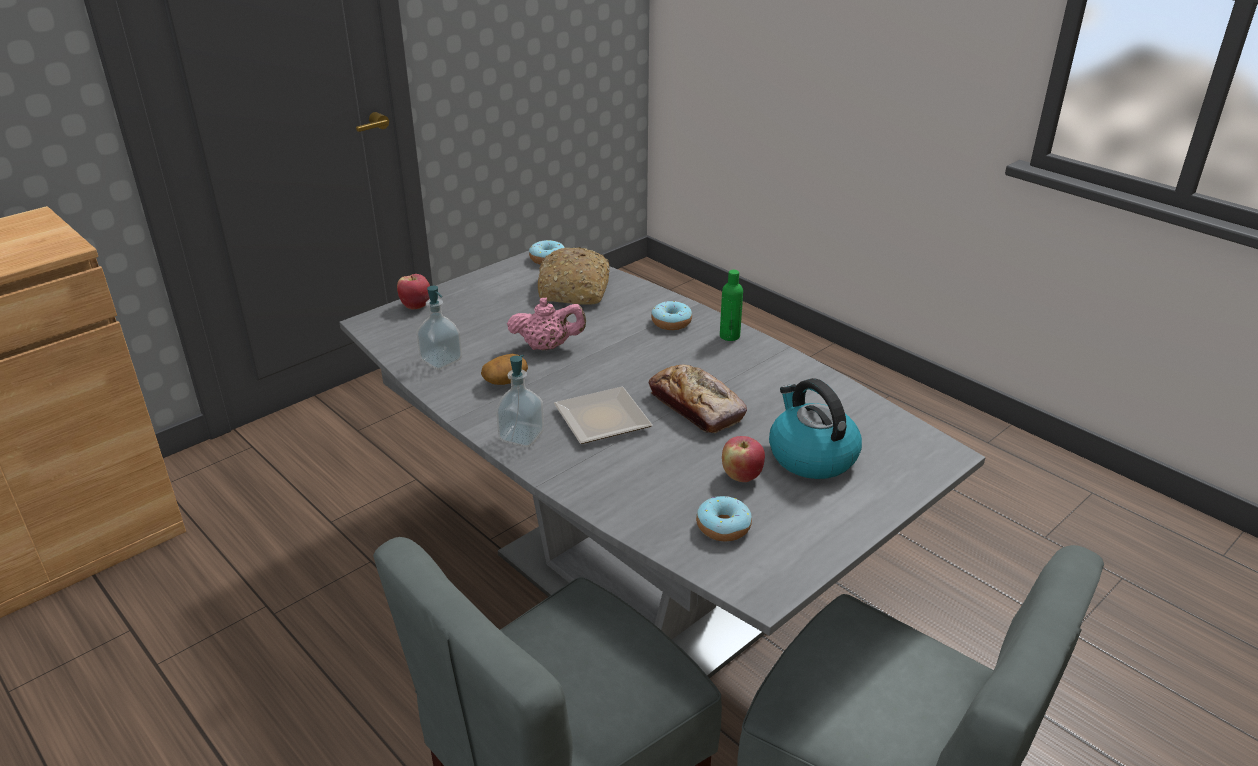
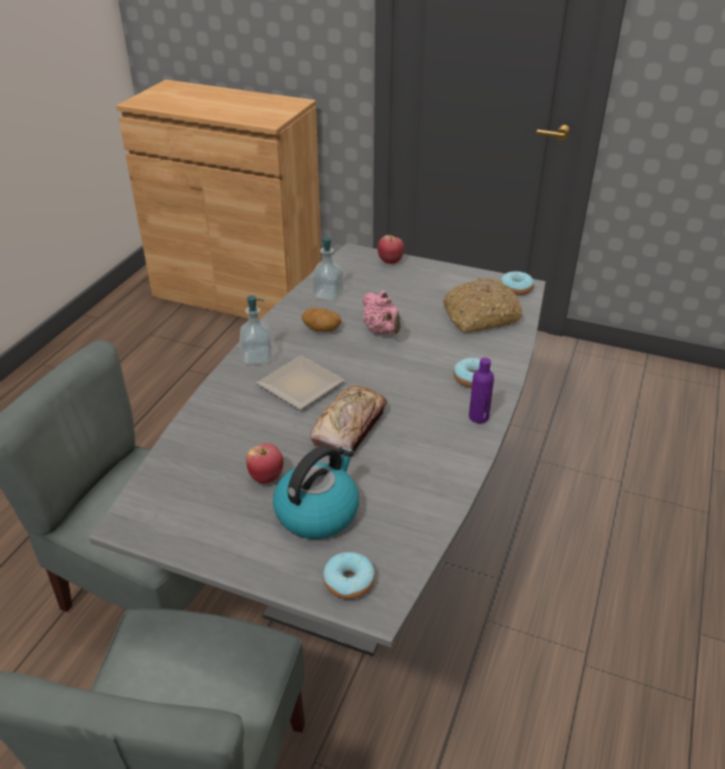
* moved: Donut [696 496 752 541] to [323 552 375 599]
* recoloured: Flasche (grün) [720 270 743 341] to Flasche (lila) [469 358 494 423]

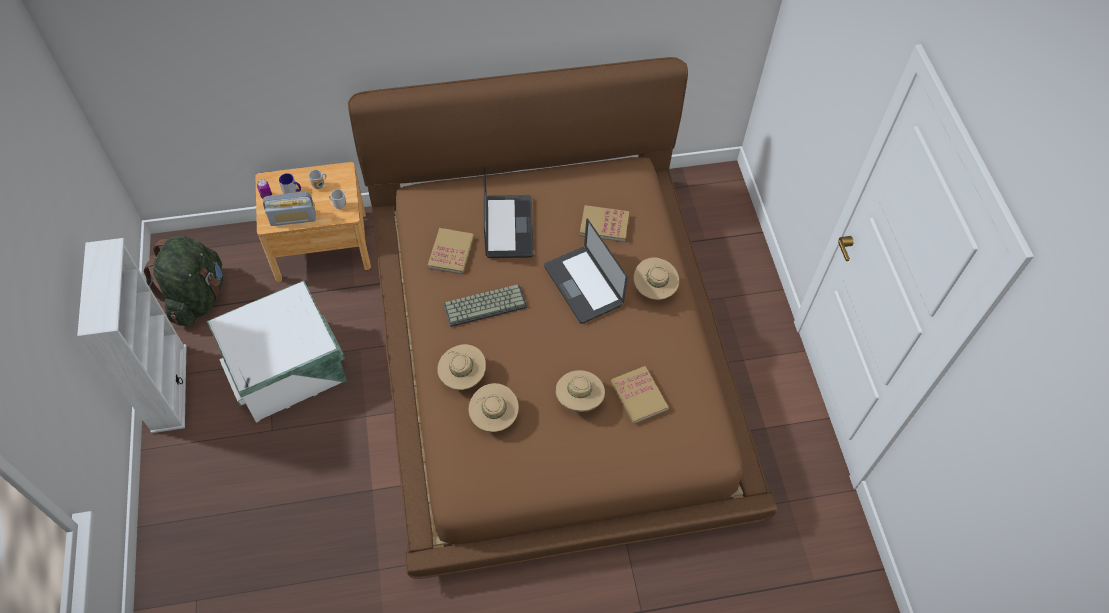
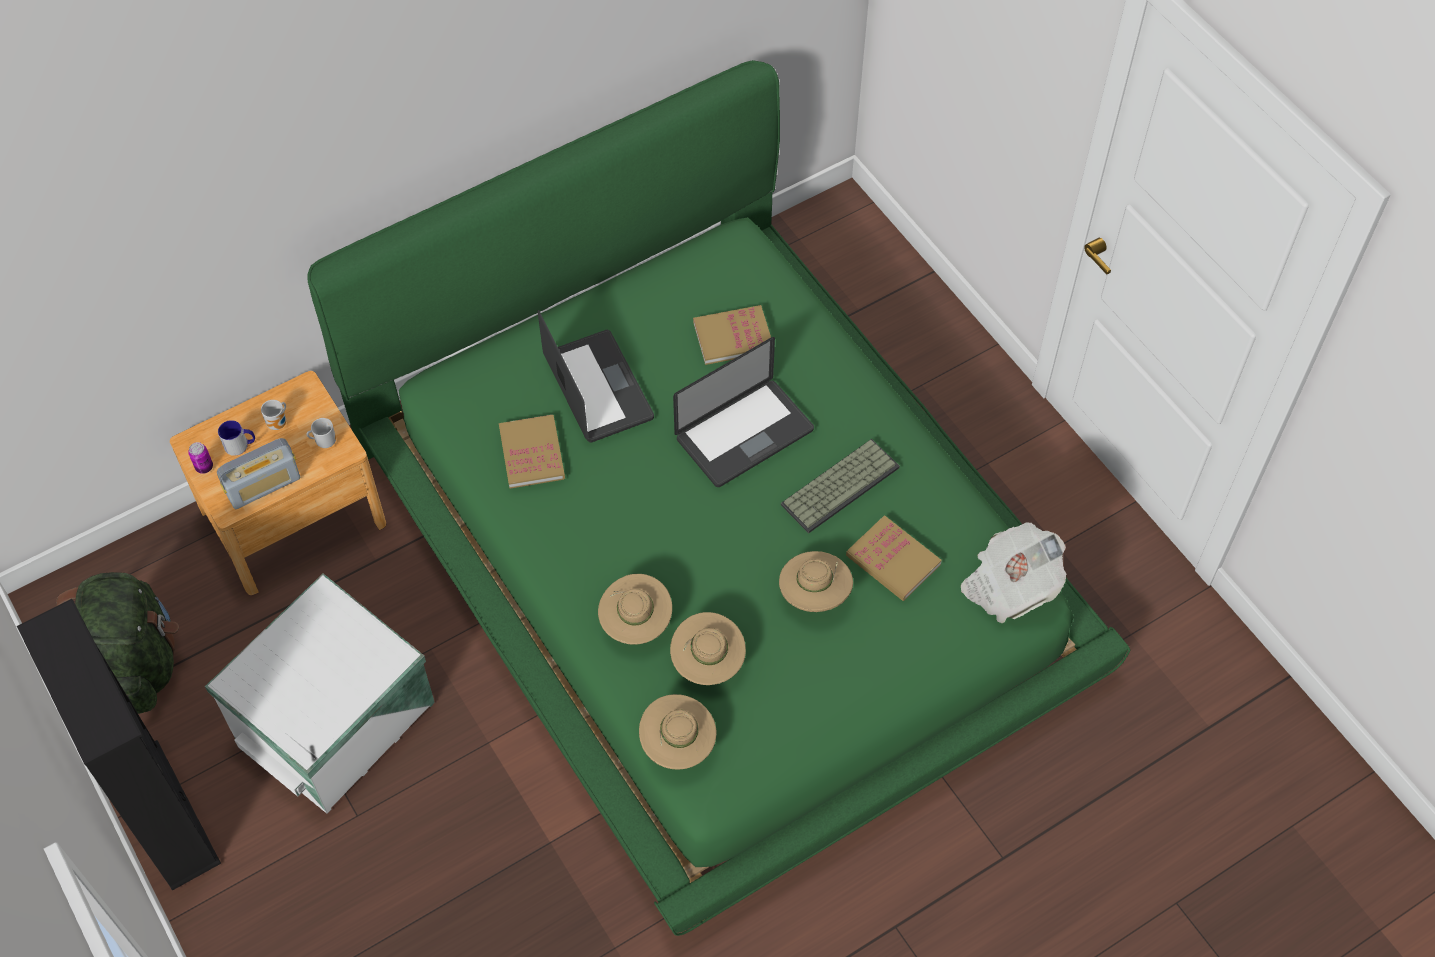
* recoloured: Bücherregal (weiß) [77 238 187 433] to Bücherregal (schwarz) [17 599 221 891]
* recoloured: Bett (braun) [348 57 777 579] to Bett (grün) [307 60 1130 936]
* moved: Hut (beige) [633 257 679 300] to [639 694 716 770]
* turned: Laptop [544 219 628 324] = [673 337 814 487] 75 degrees counterclockwise
* moved: Tastatur [444 284 527 327] to [781 439 900 533]
* added: Zeitung [961 522 1067 624]

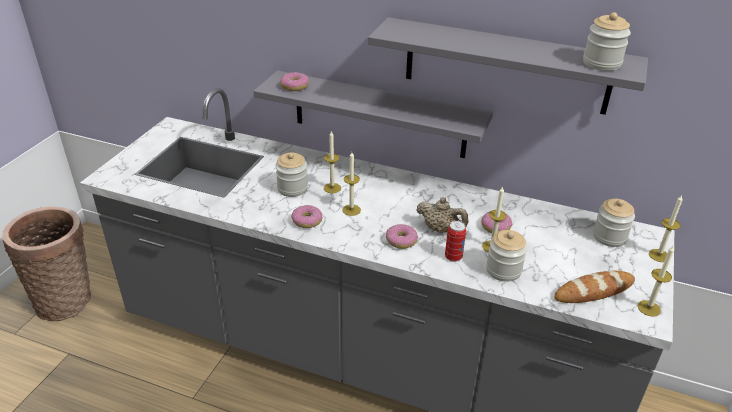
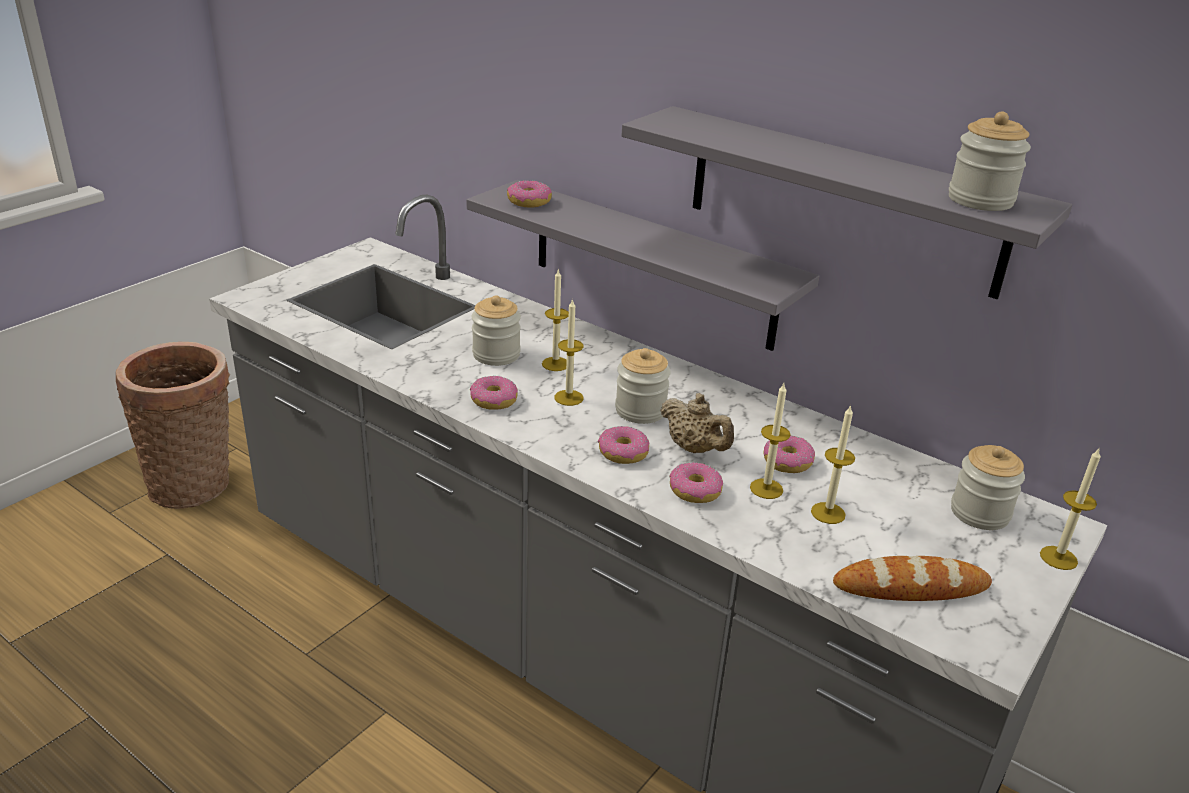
* moved: Vorratsglas [486 230 527 282] to [615 348 671 424]
* replaced: Dose [445 221 466 262] to Donut [669 462 723 503]
* moved: Kerze [638 246 674 316] to [811 405 855 524]

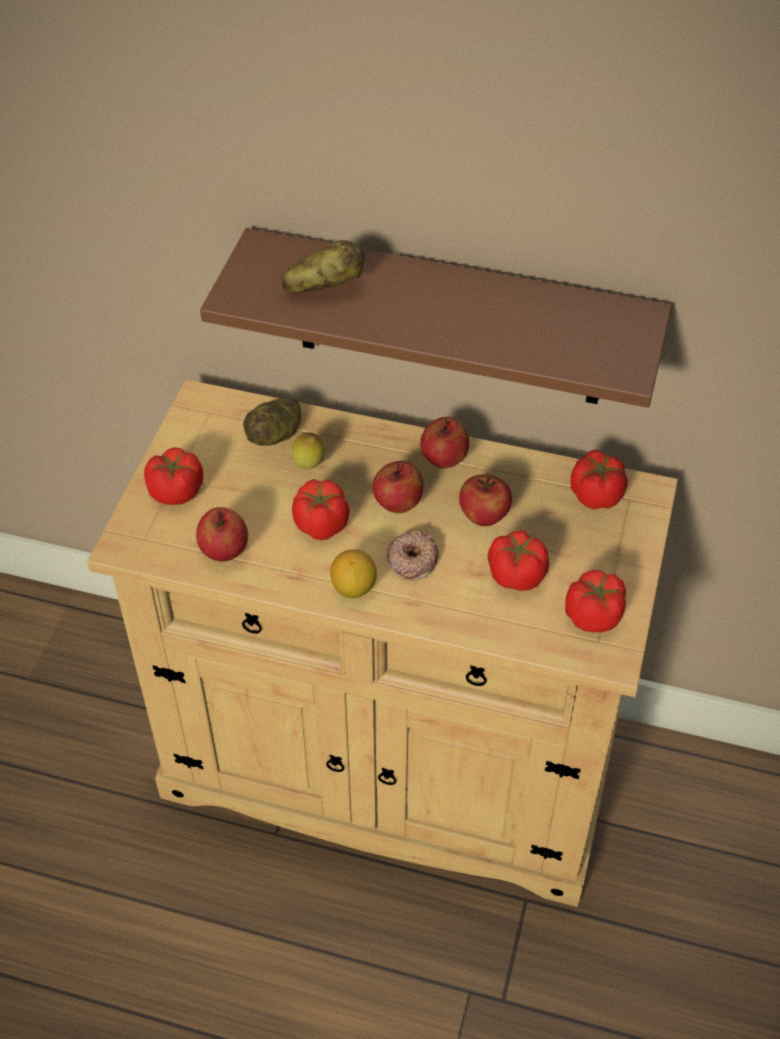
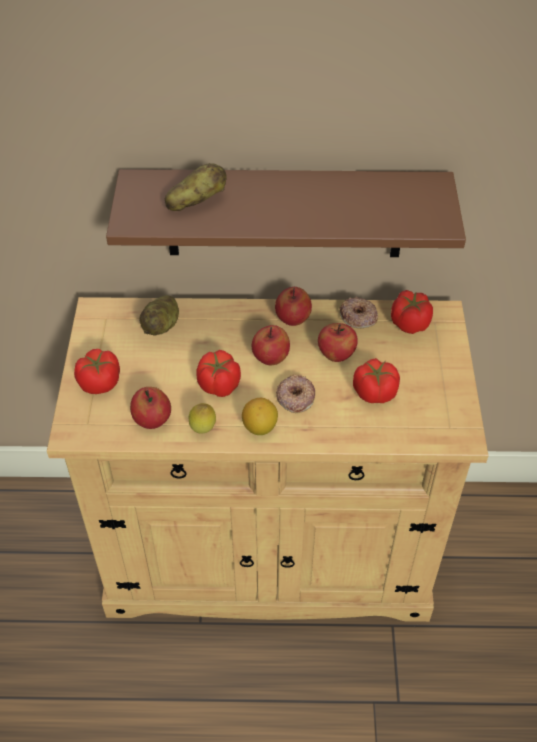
* moved: Zitrone [292 432 325 469] to [189 403 216 433]
* added: Donut [340 297 378 328]
* removed: Tomate [565 570 626 632]

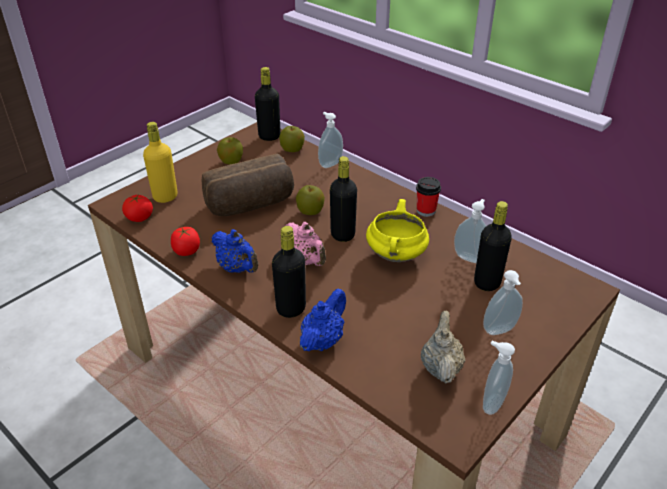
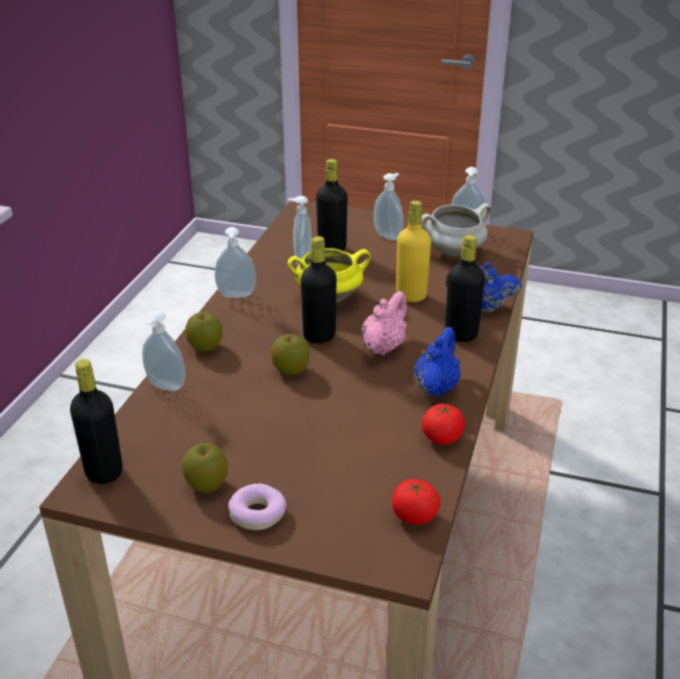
* moved: Apfel [279 126 305 152] to [185 312 223 352]
* replaced: Tasse [416 177 441 217] to Seifenspender [215 227 256 298]
* added: Donut [228 484 286 530]
* moved: Flasche (gelb) [143 122 178 203] to [396 201 431 302]
* replaced: Teekanne (beige) [421 311 465 383] to Kochtopf (weiß) [421 203 492 256]
* removed: Brot [202 154 294 216]

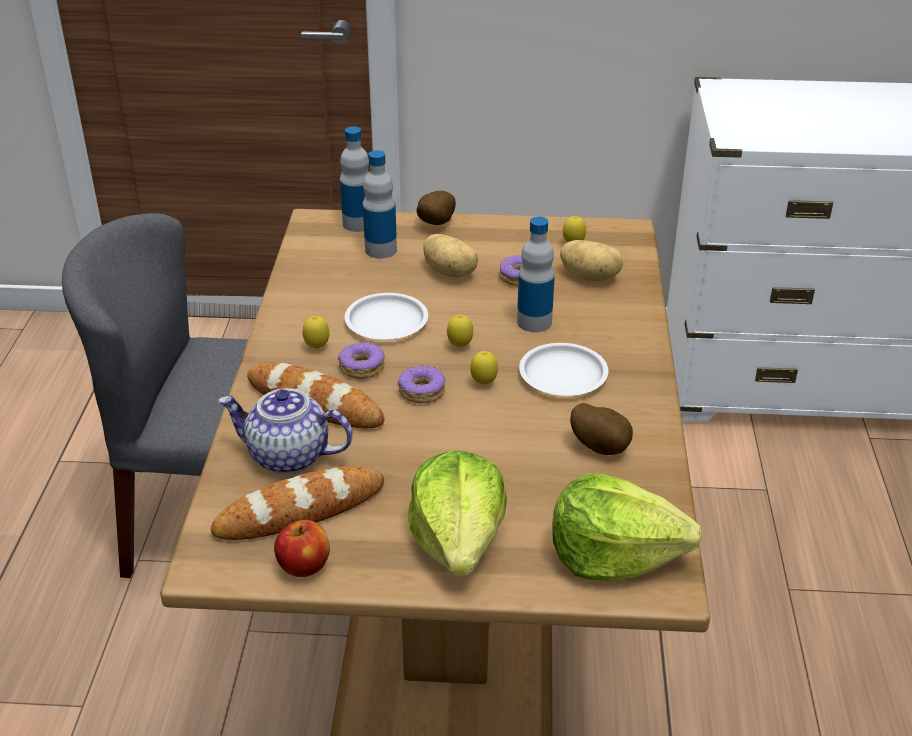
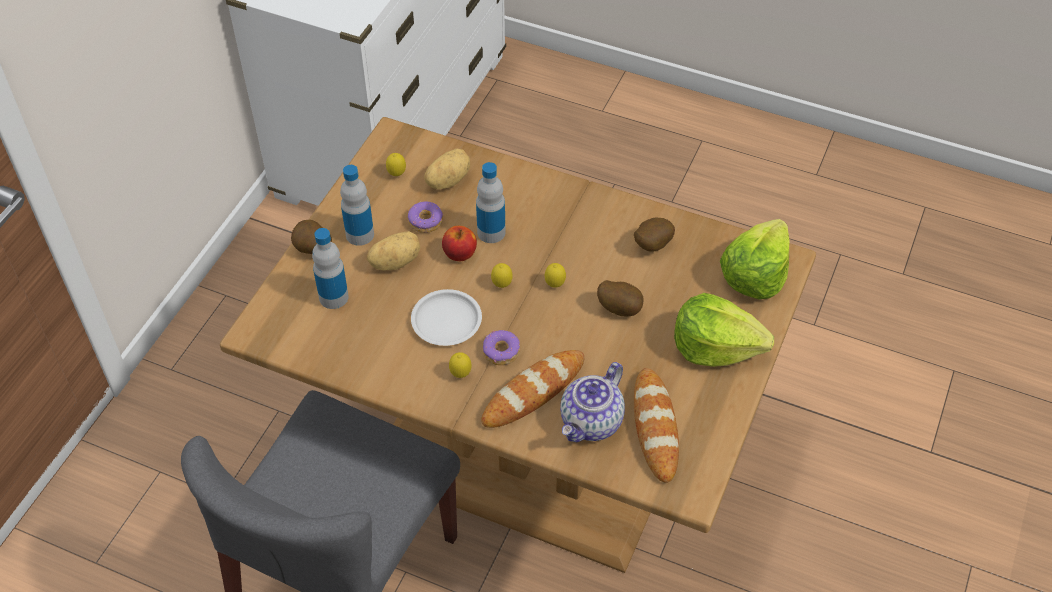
* moved: Flasche [340 126 369 232] to [340 165 374 246]
* moved: Apfel [274 520 330 577] to [442 226 477 261]
* added: Kartoffel [597 280 643 316]
* removed: Donut [397 364 446 403]
* removed: Teller (weiß) [519 343 608 396]

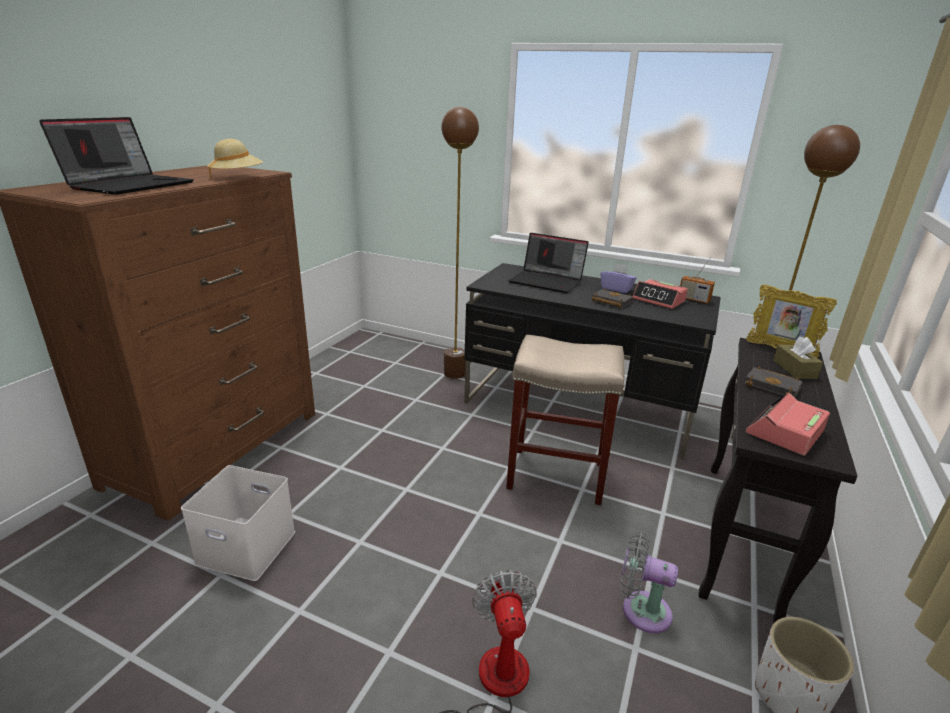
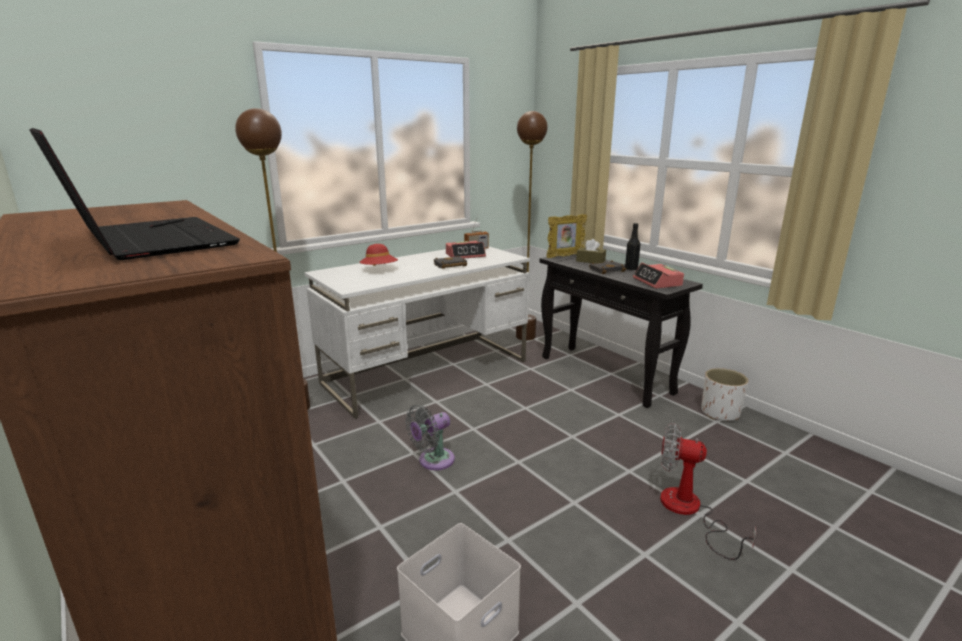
* recoloured: Schreibtisch (schwarz) [464 263 721 459] to Schreibtisch (weiß) [305 246 530 419]
* replaced: Laptop [508 233 589 293] to Hut (rot) [360 244 398 266]
* moved: Ventilator (grau) [620 531 678 633] to [406 405 455 470]
* added: Flasche (schwarz) [625 223 640 271]
* removed: Hut (beige) [207 139 263 178]
* removed: Hocker (beige) [506 335 625 505]
* removed: Taschentuchbox (lila) [600 263 637 293]

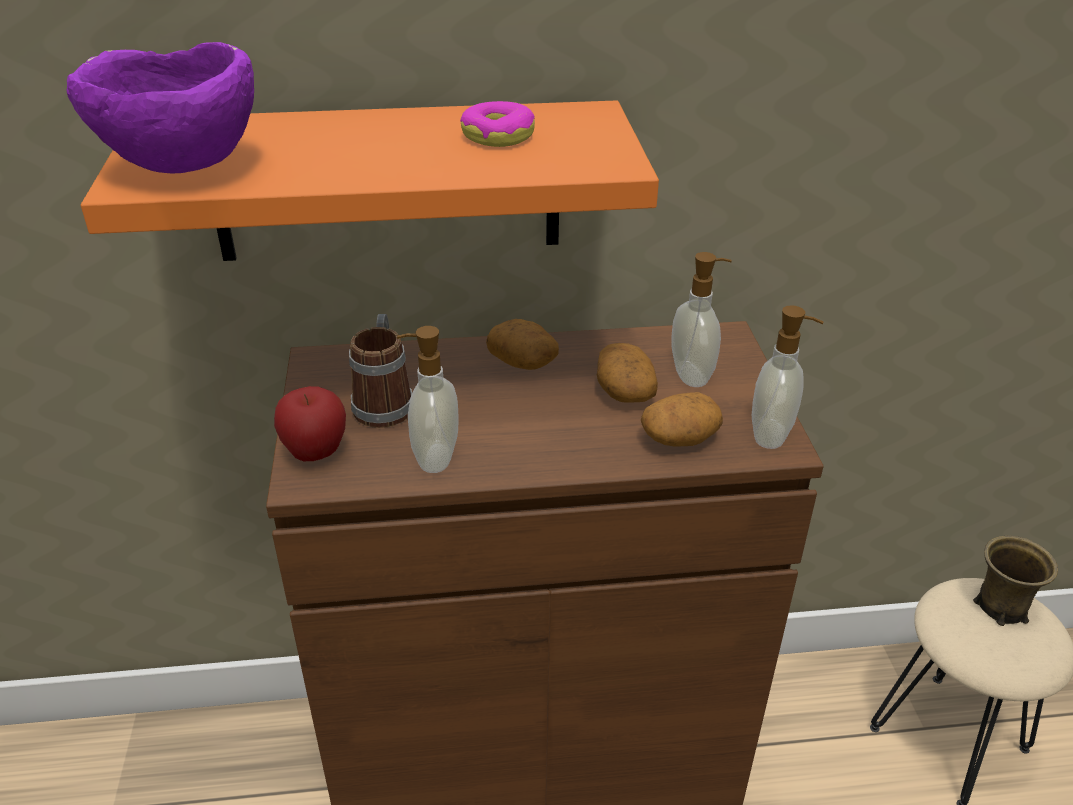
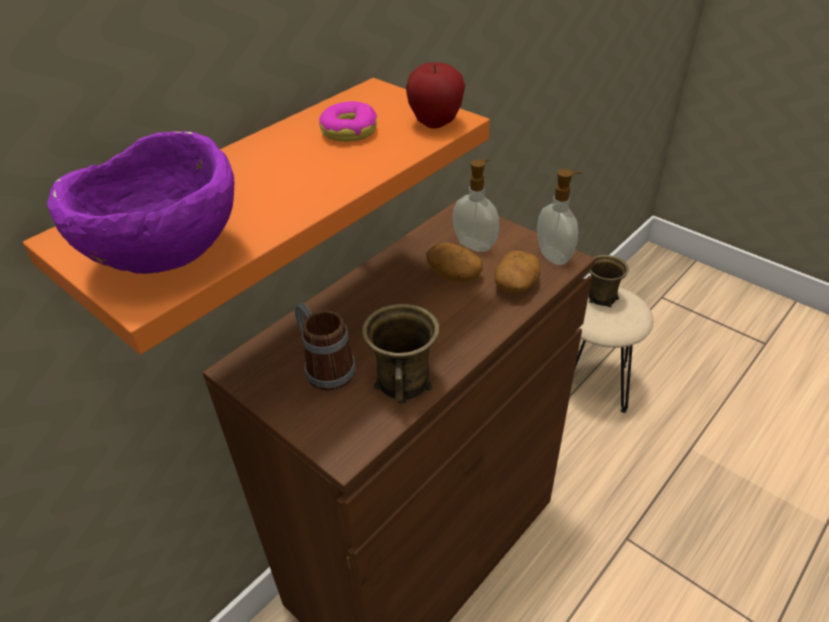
* replaced: Seifenspender [397 326 459 473] to Henkelbecher (braun) [362 304 439 404]
* moved: Apfel [274 386 346 461] to [406 62 465 129]
* removed: Kartoffel [486 319 559 370]

